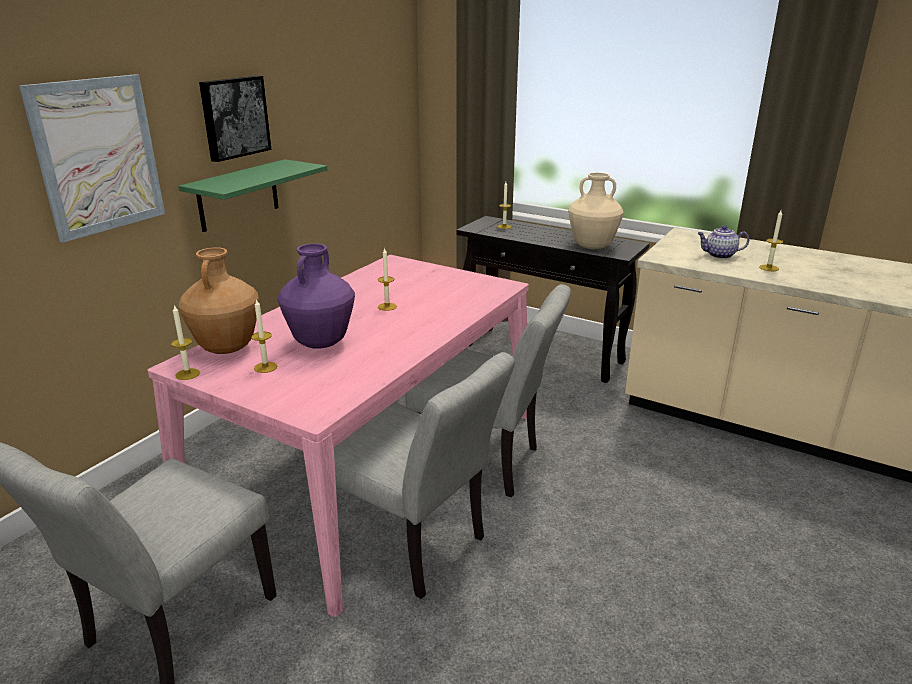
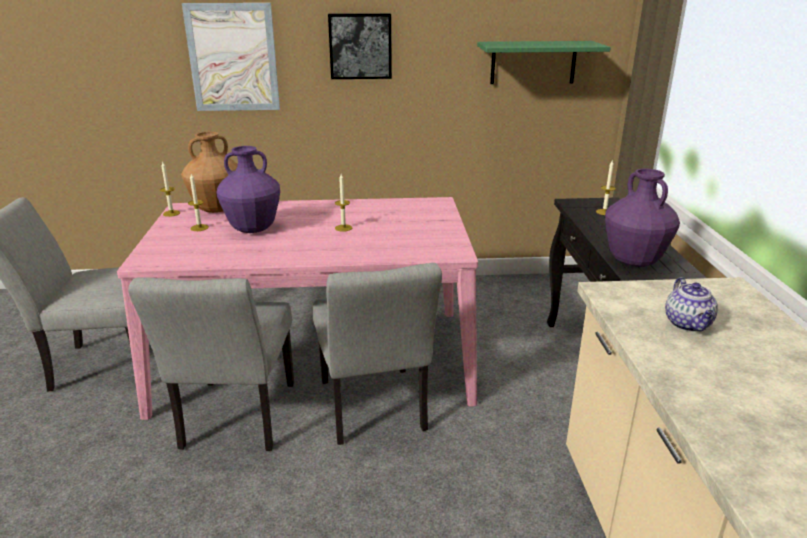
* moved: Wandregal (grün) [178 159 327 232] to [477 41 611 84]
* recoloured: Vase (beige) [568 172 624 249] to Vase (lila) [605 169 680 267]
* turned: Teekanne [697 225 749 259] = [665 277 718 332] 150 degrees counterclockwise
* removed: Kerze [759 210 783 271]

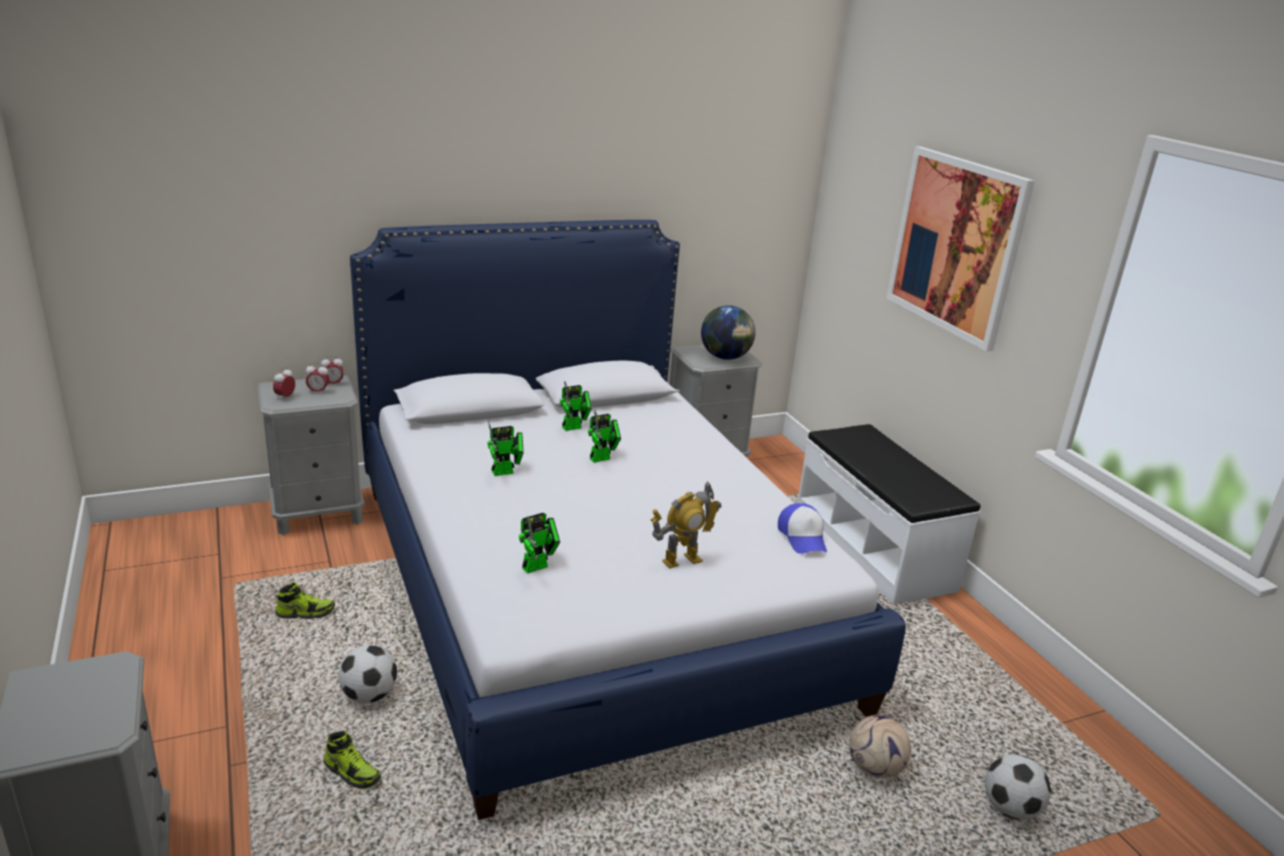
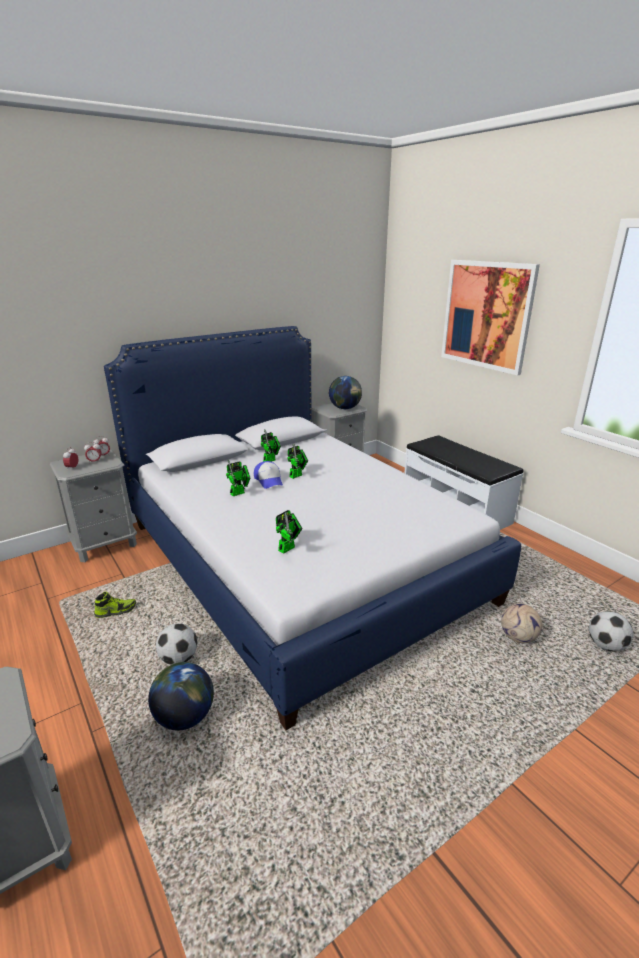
* replaced: Schuh [324 731 381 789] to Globus [148 662 214 730]
* moved: Kappe [778 503 827 554] to [254 461 283 489]
* removed: Spielzeugroboter [650 482 721 568]

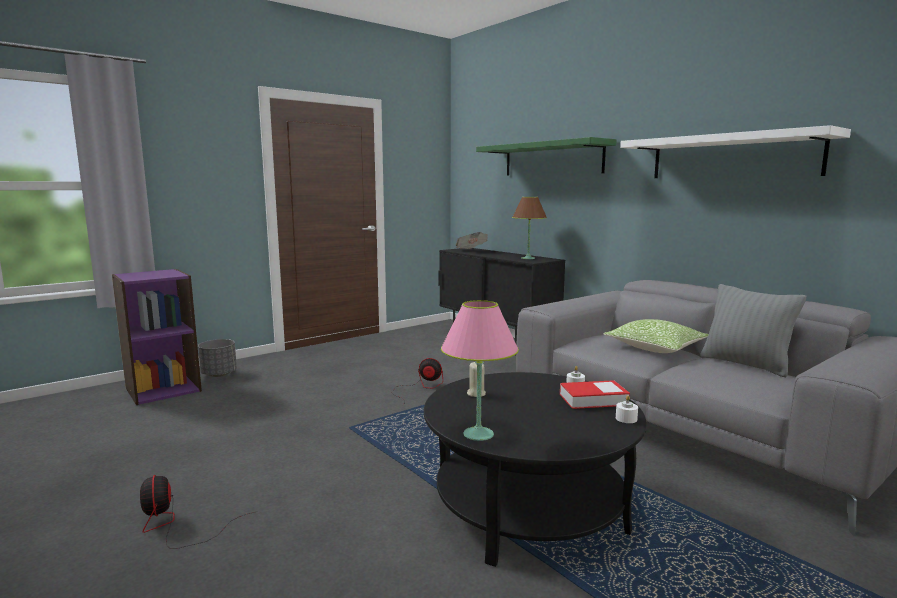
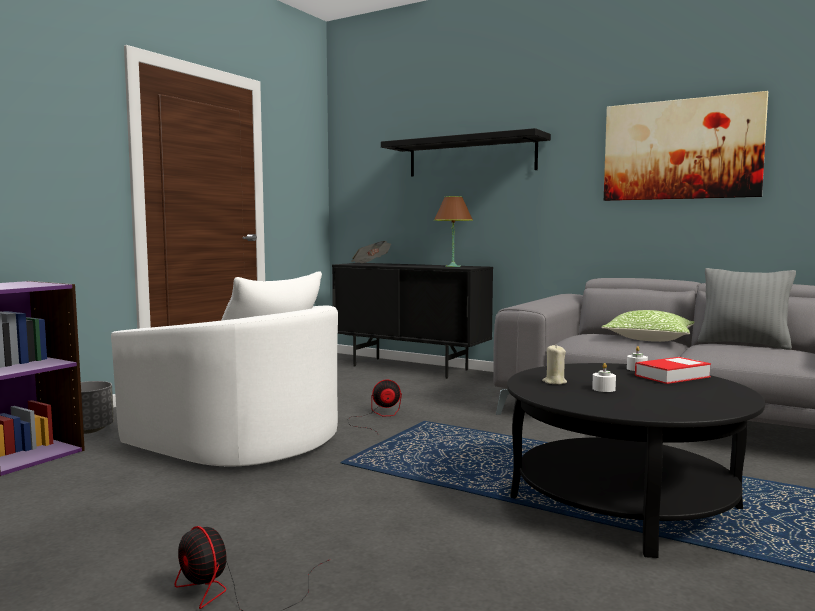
* added: Sessel (weiß) [111 271 338 466]
* recoloured: Wandregal (grün) [476 137 617 176] to Wandregal (schwarz) [381 128 551 177]
* moved: Kerze (weiß) [616 395 638 423] to [592 363 616 392]
* replaced: Wandregal (weiß) [620 125 851 178] to Bild [604 91 768 201]
* removed: Tischlampe (rosa) [441 300 519 441]

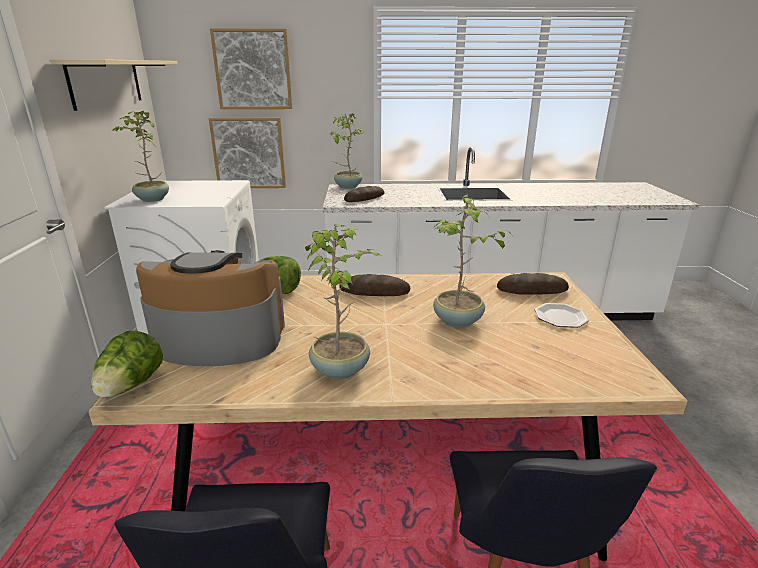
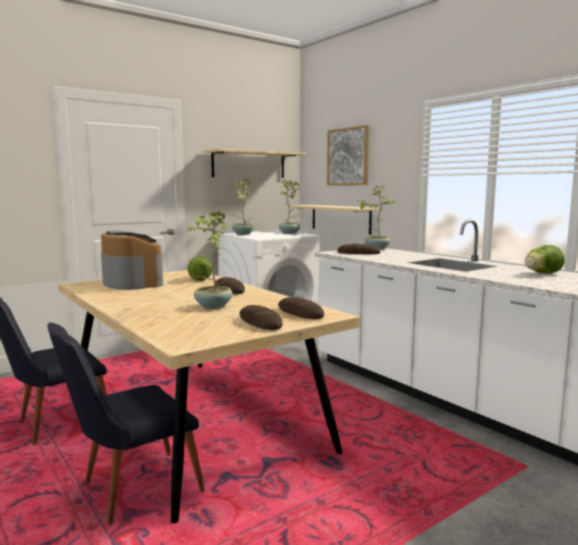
* replaced: Teller [535 303 589 328] to Brot [240 305 283 330]
* moved: Topfpflanze [305 224 381 379] to [279 179 300 234]
* replaced: Bild [208 118 286 188] to Wandregal (beige) [288 205 379 235]
* moved: Salatkopf [91 331 163 398] to [525 245 565 274]

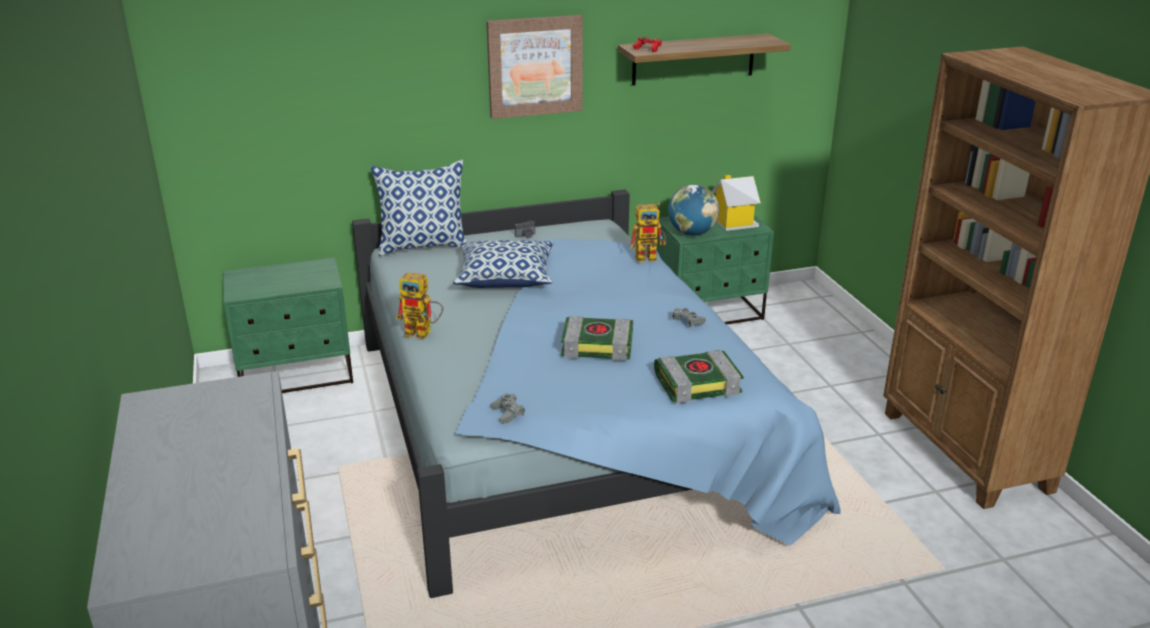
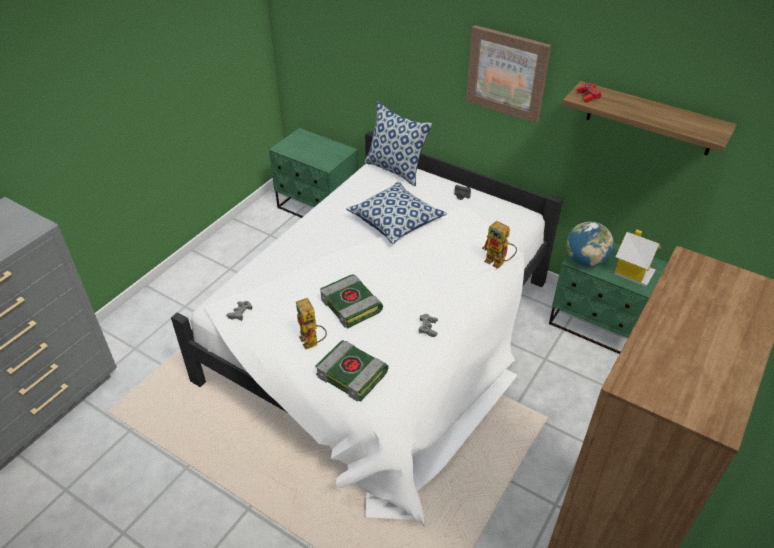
* recoloured: Bett (blau) [352 189 841 598] to Bett (weiß) [171 131 563 528]
* moved: Spielzeugroboter [396 272 443 339] to [296 298 327 350]

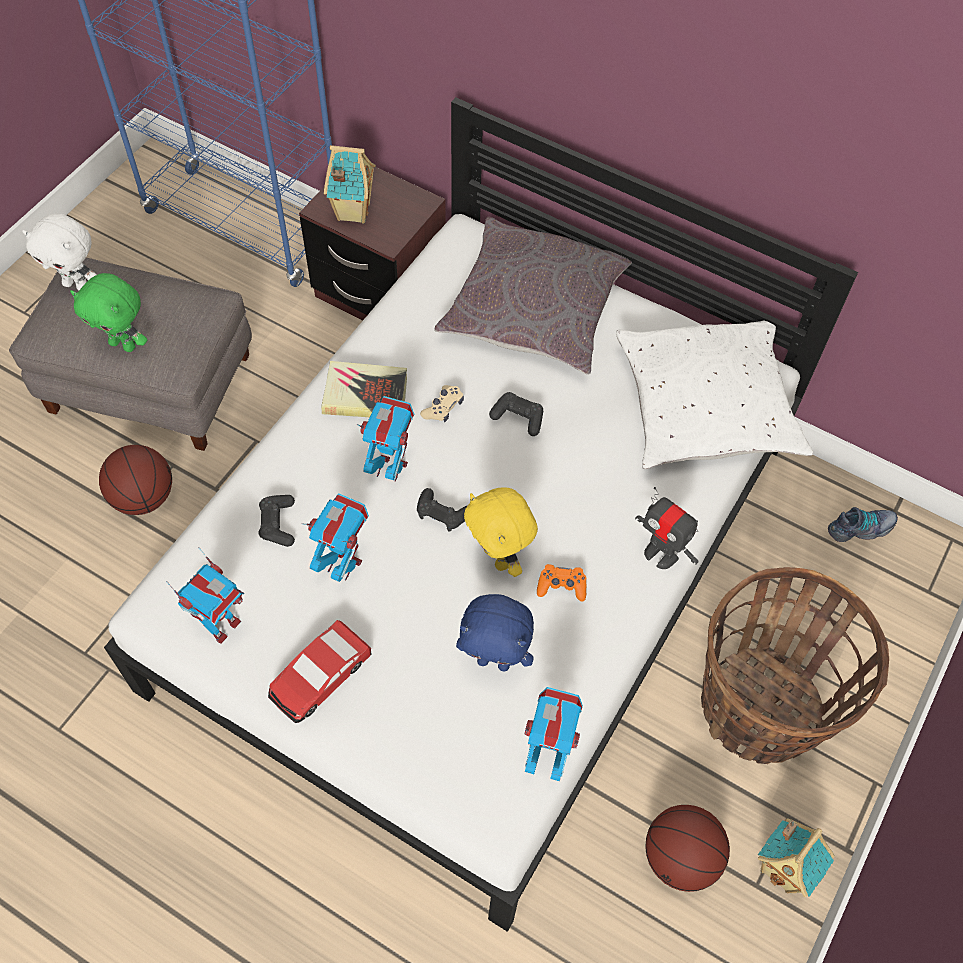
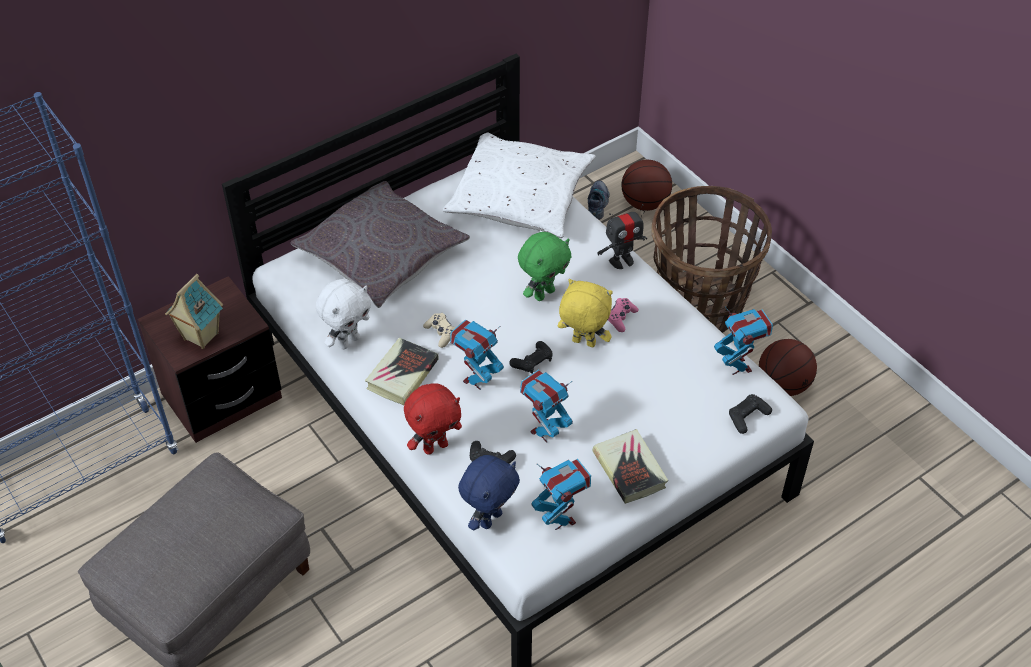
* moved: Plüschtier (weiß) [22 213 97 291] to [316 279 371 350]
* added: Plüschtier (rot) [404 383 462 455]
* moved: Plüschtier (blau) [456 594 534 671] to [458 455 520 530]
* moved: Plüschtier (grün) [70 273 147 352] to [518 232 572 301]
* turned: Plüschtier (gelb) [464 488 538 577] = [558 279 613 347] 150 degrees counterclockwise
* replaced: Spielzeugauto [268 620 372 723] to Buch [592 429 668 504]
* recoloured: Gamepad (orange) [537 564 586 601] to Gamepad (rosa) [608 298 639 332]
* moved: Basketball [99 445 172 515] to [621 160 672 211]
* turned: Spielzeugroboter [525 687 583 781] = [714 306 773 375] 120 degrees clockwise
* moved: Gamepad (schwarz) [489 392 543 436] to [729 394 772 434]
* removed: Spielzeughaus [758 818 835 897]

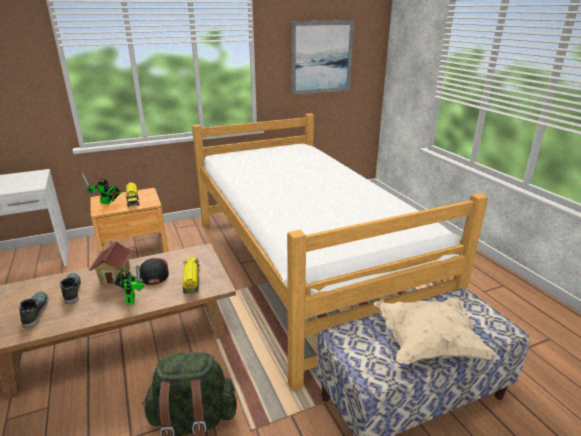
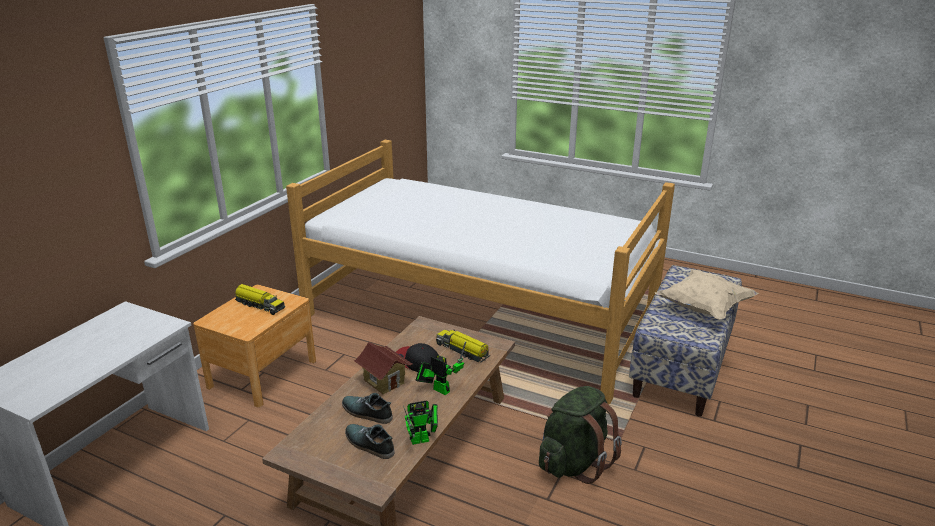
* moved: Spielzeugroboter [82 173 121 205] to [403 401 438 445]
* removed: Bild [291 20 354 95]

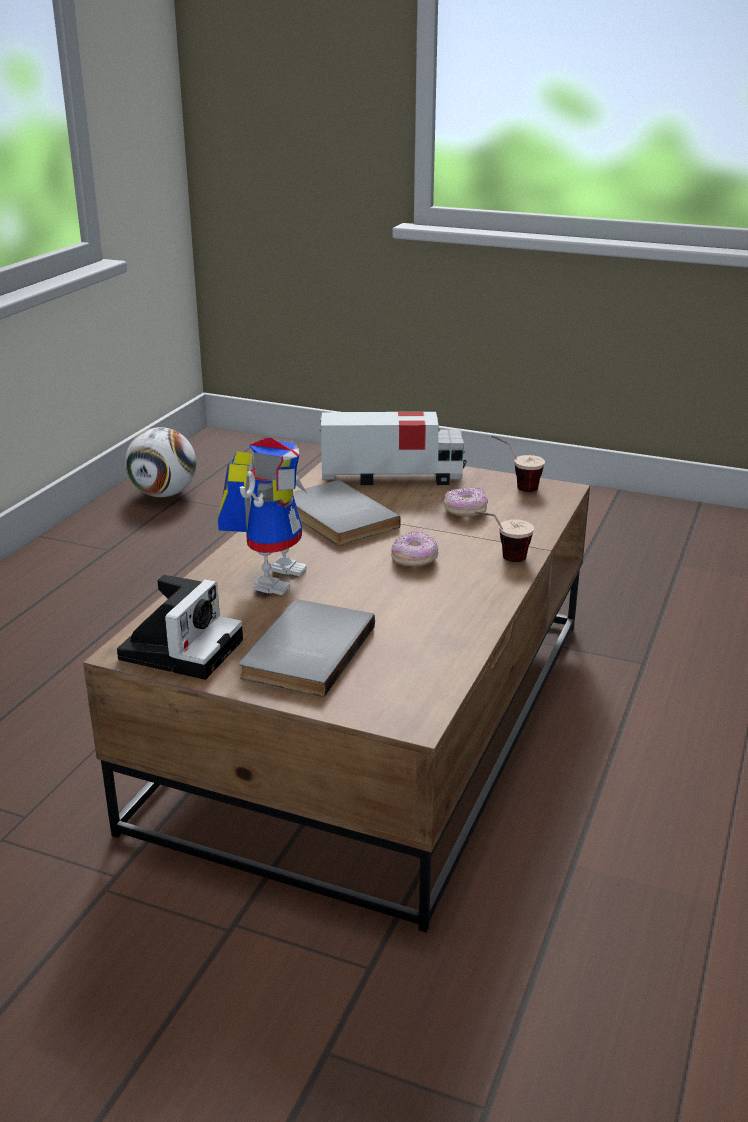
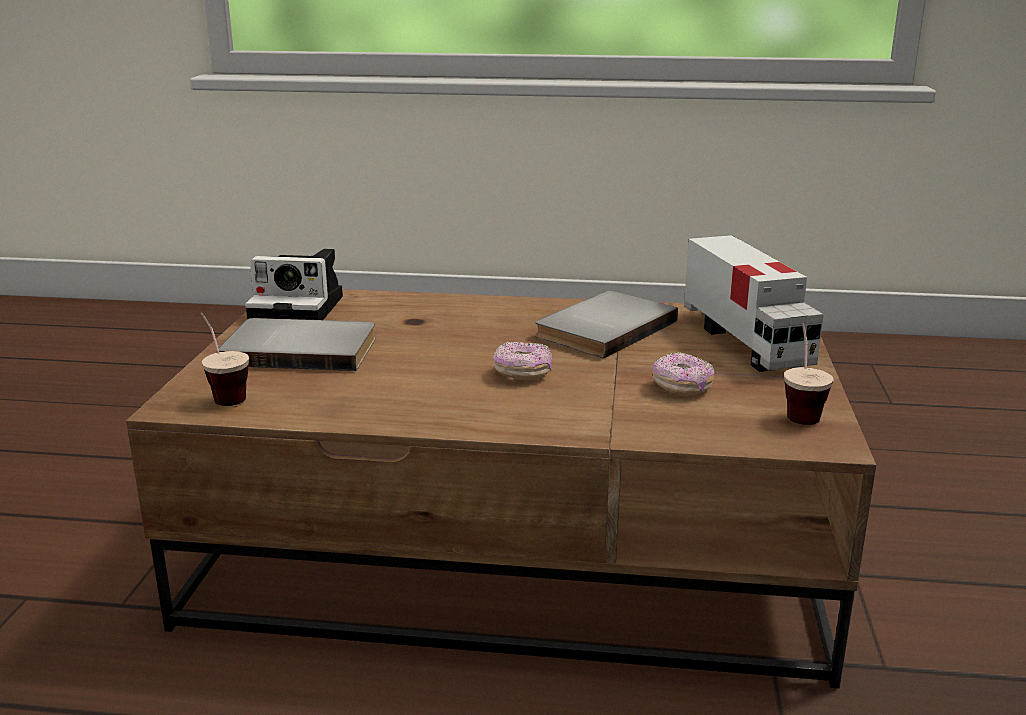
* moved: Tasse [475 511 534 562] to [201 313 249 406]
* removed: Fußball [125 427 196 497]
* removed: Spielzeugroboter [218 438 307 595]

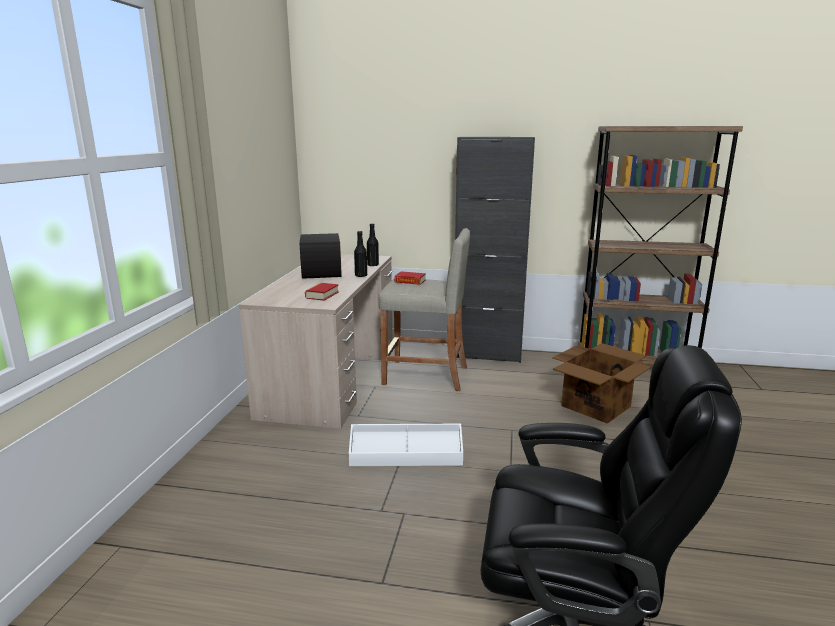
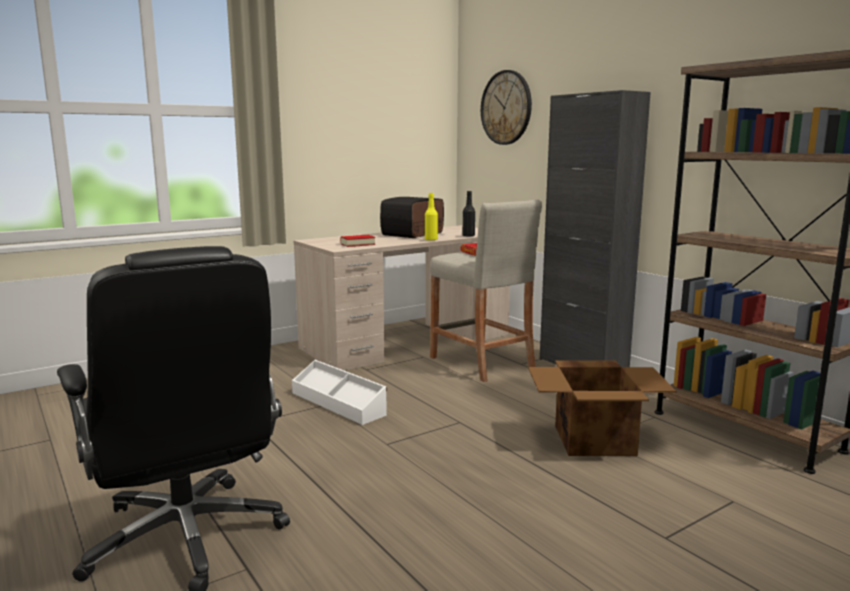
* recoloured: Flasche (schwarz) [354 231 367 277] to Flasche (gelb) [425 193 438 241]
* added: Wanduhr [481 70 532 145]

